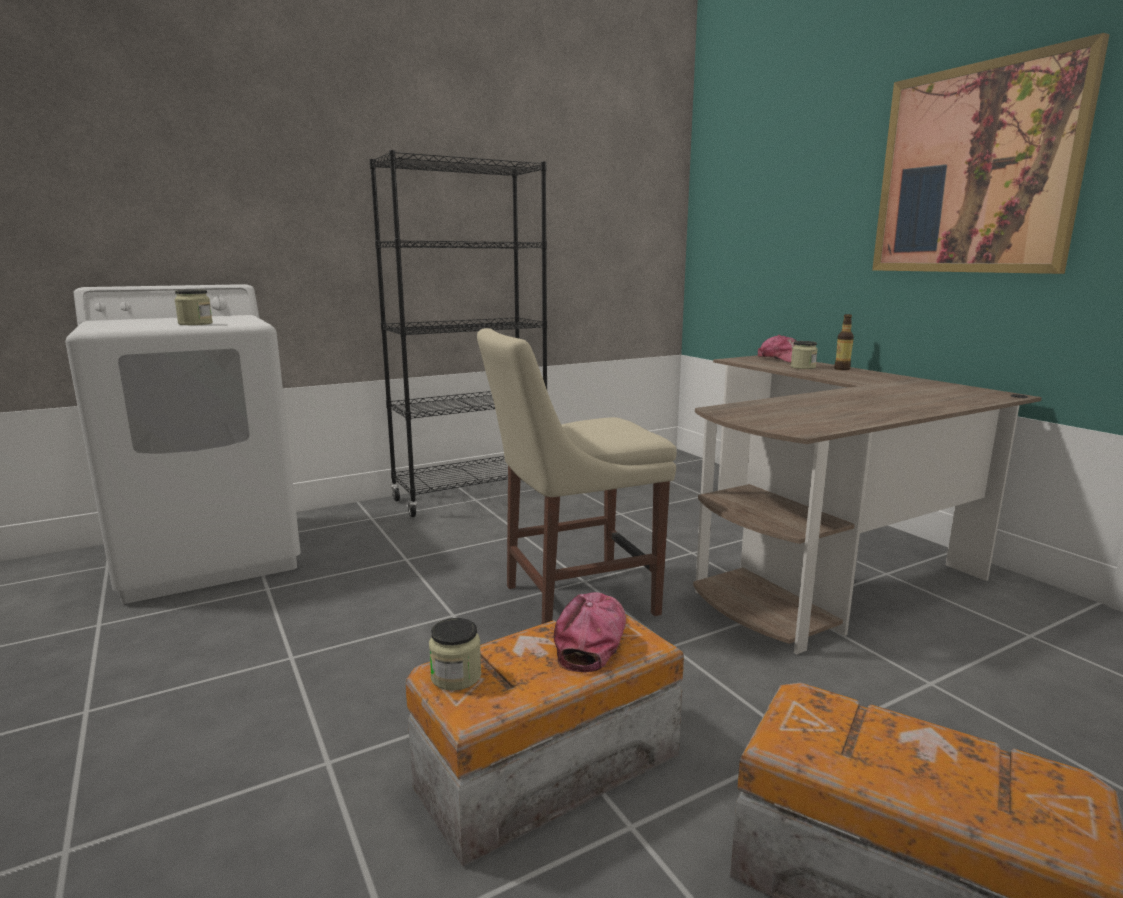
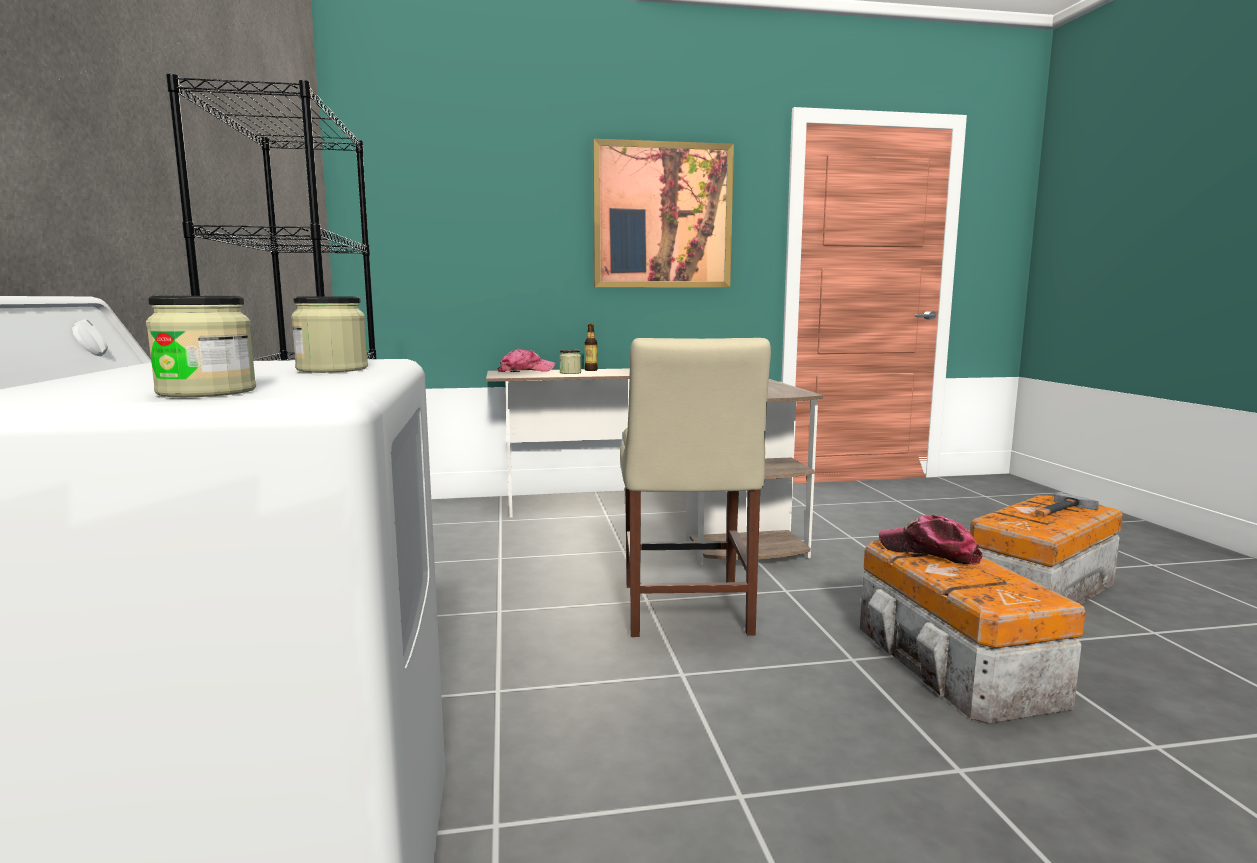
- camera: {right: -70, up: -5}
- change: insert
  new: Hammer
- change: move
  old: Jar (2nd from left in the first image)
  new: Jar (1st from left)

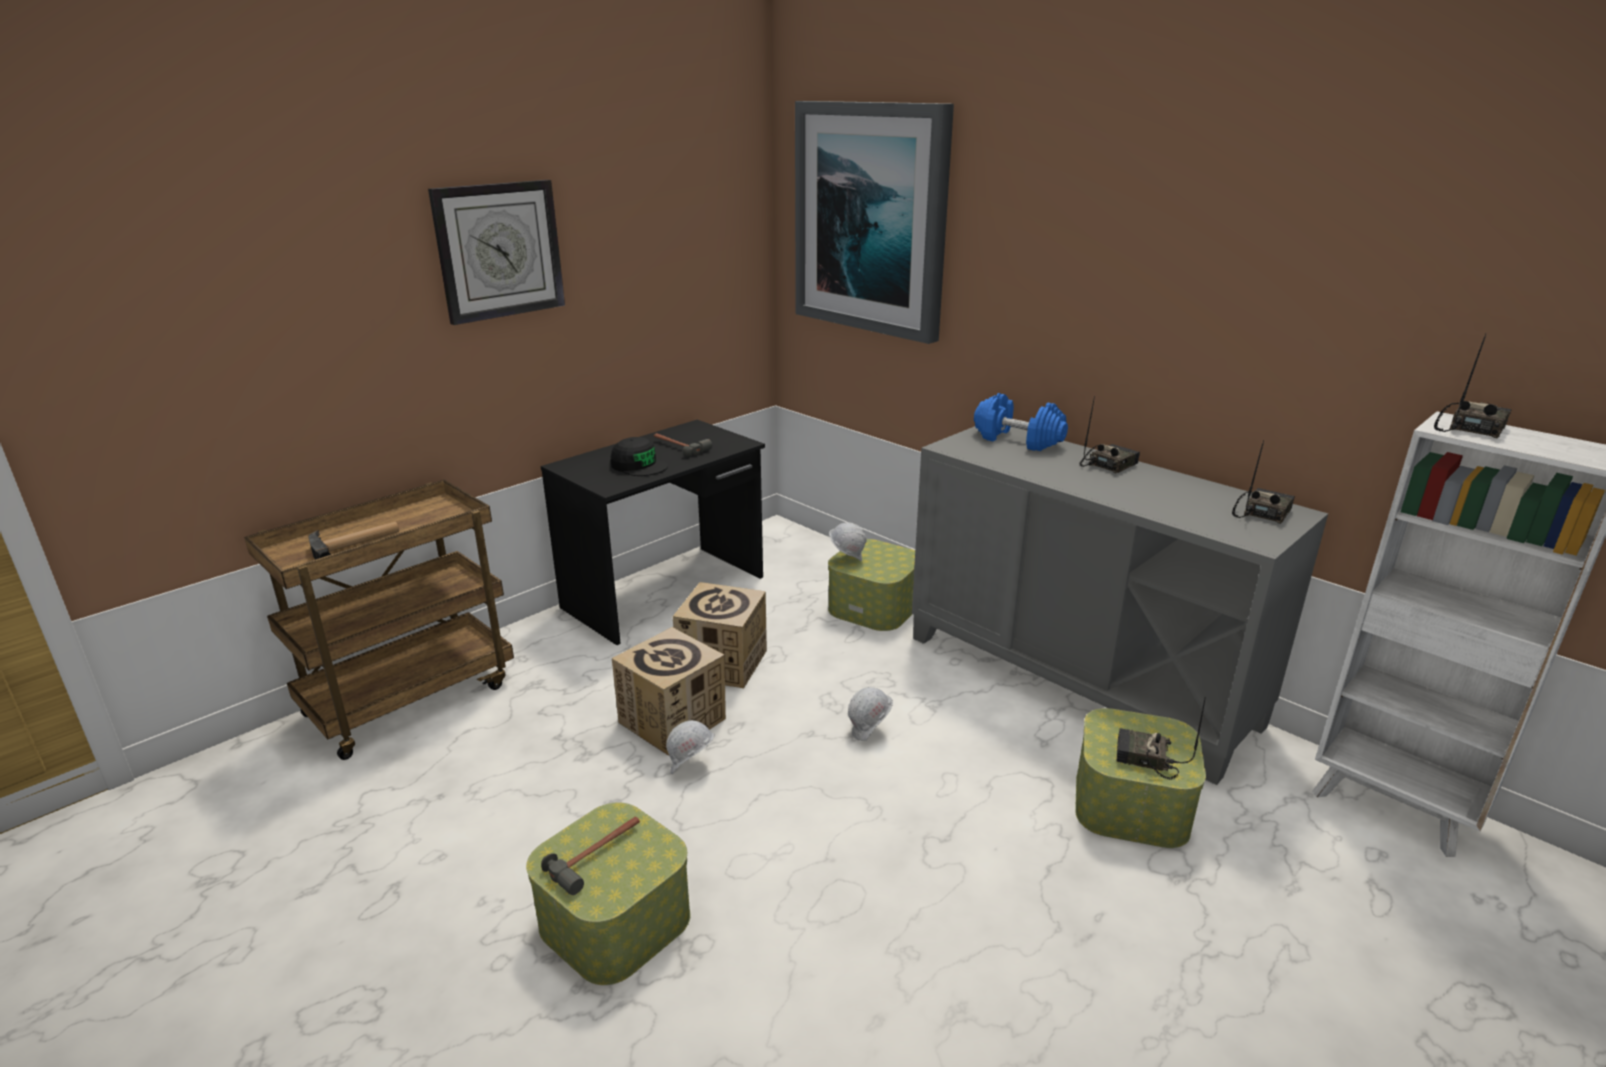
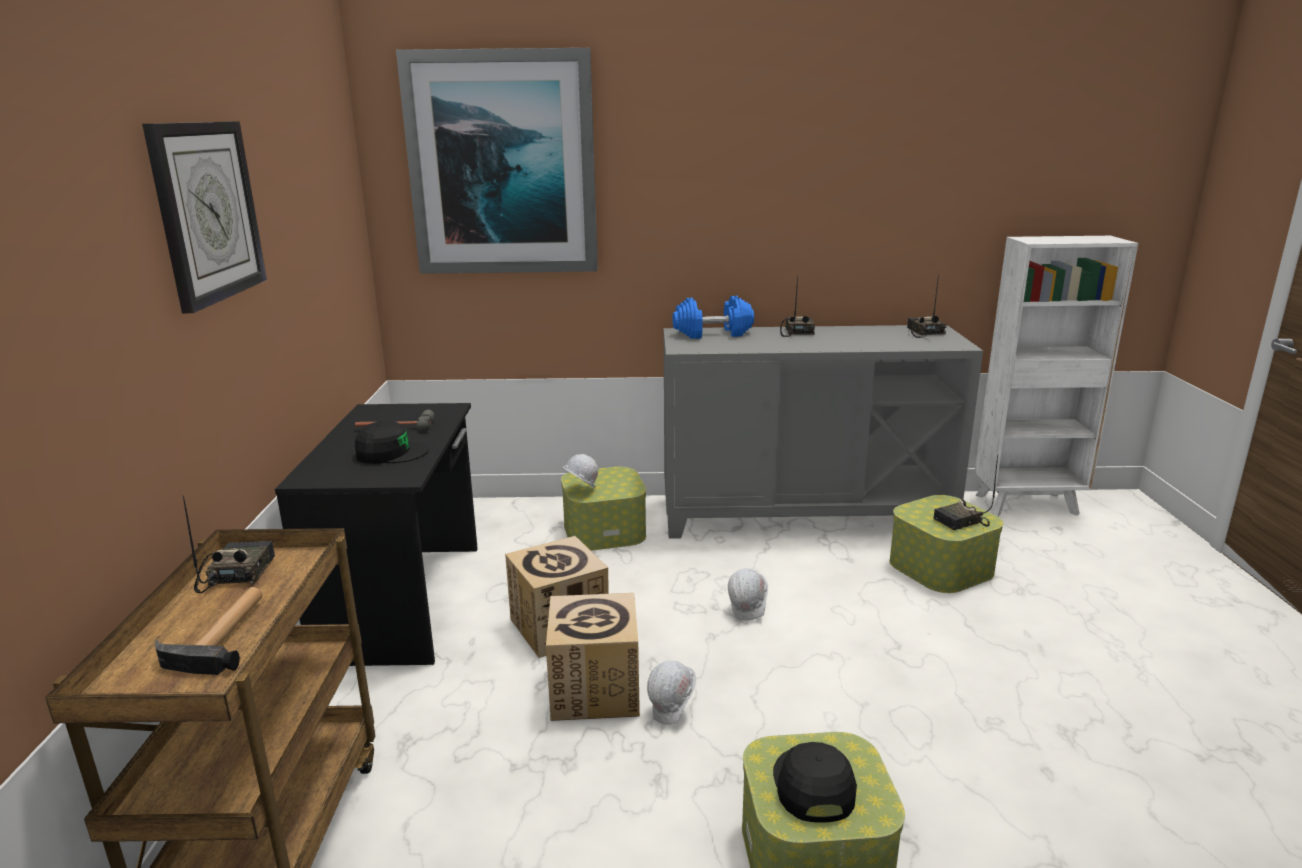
- camera: {right: -45, up: -5}
- change: move
  old: Radio (4th from left in the first image)
  new: Radio (1st from left)
- change: replace
  old: Hammer (2nd from left)
  new: BlackCap (2nd from left)

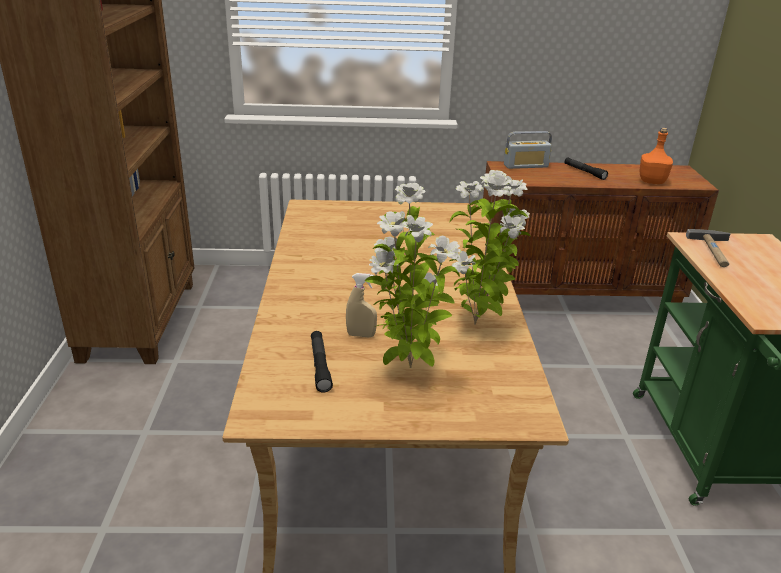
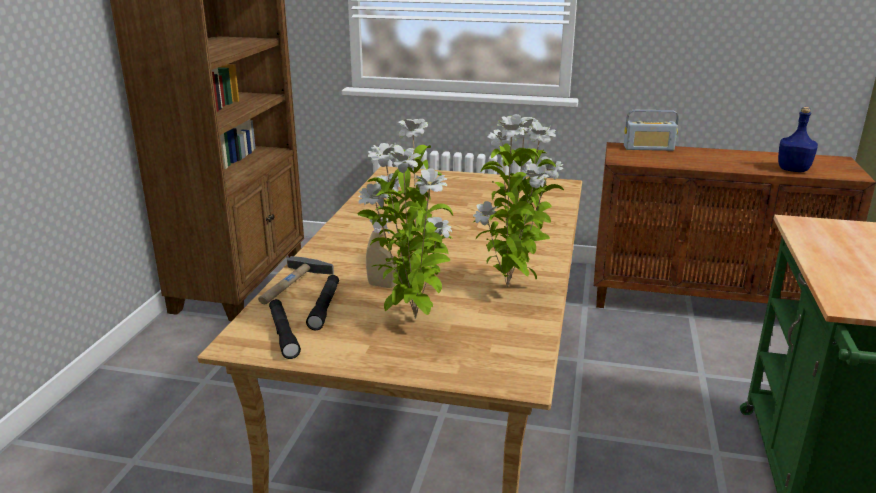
- camera: {right: 15, up: -5}
- change: move
  old: BlackFlashlight (2nd from left in the first image)
  new: BlackFlashlight (1st from left)
- change: move
  old: Hammer
- change: recolor
  old: OrangeBottle
  new: BlueBottle

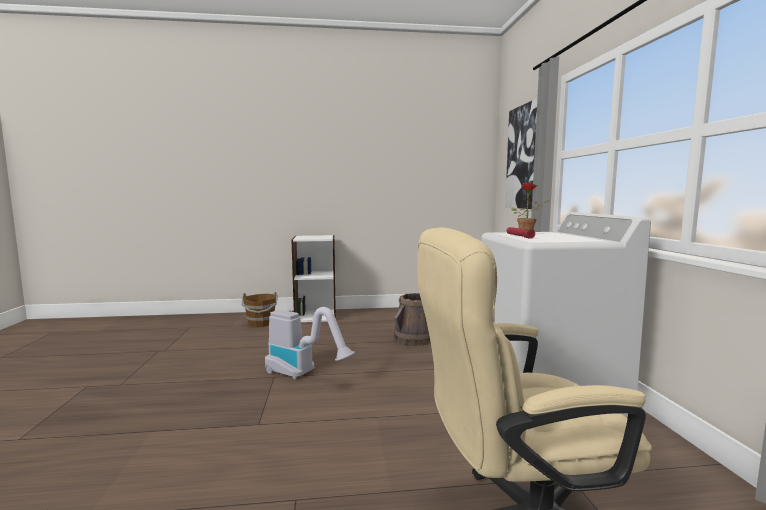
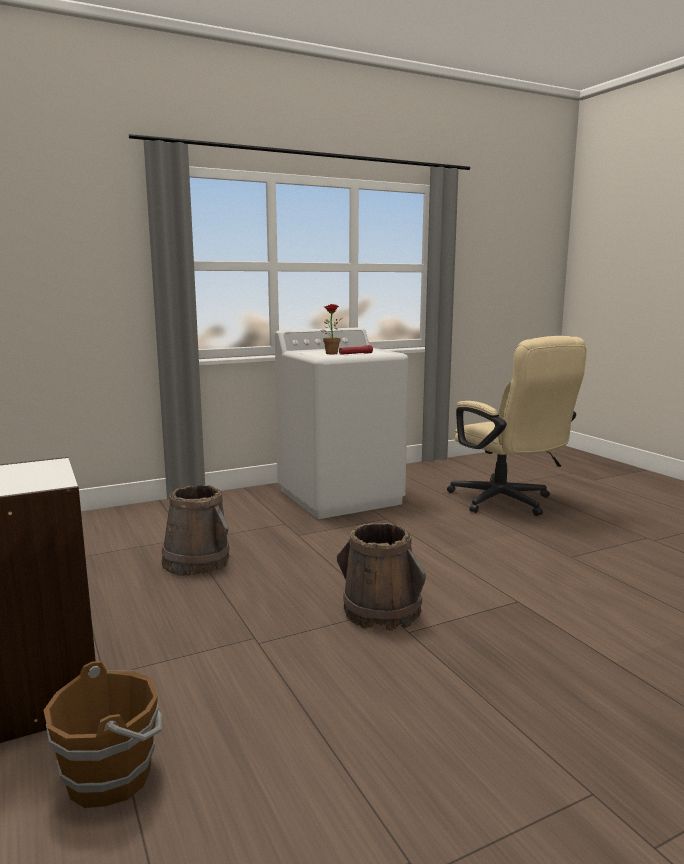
- camera: {right: -110, up: 5}
- change: delete
  old: Picture
- change: replace
  old: VacuumCleaner
  new: BrownBucket (3rd from left)

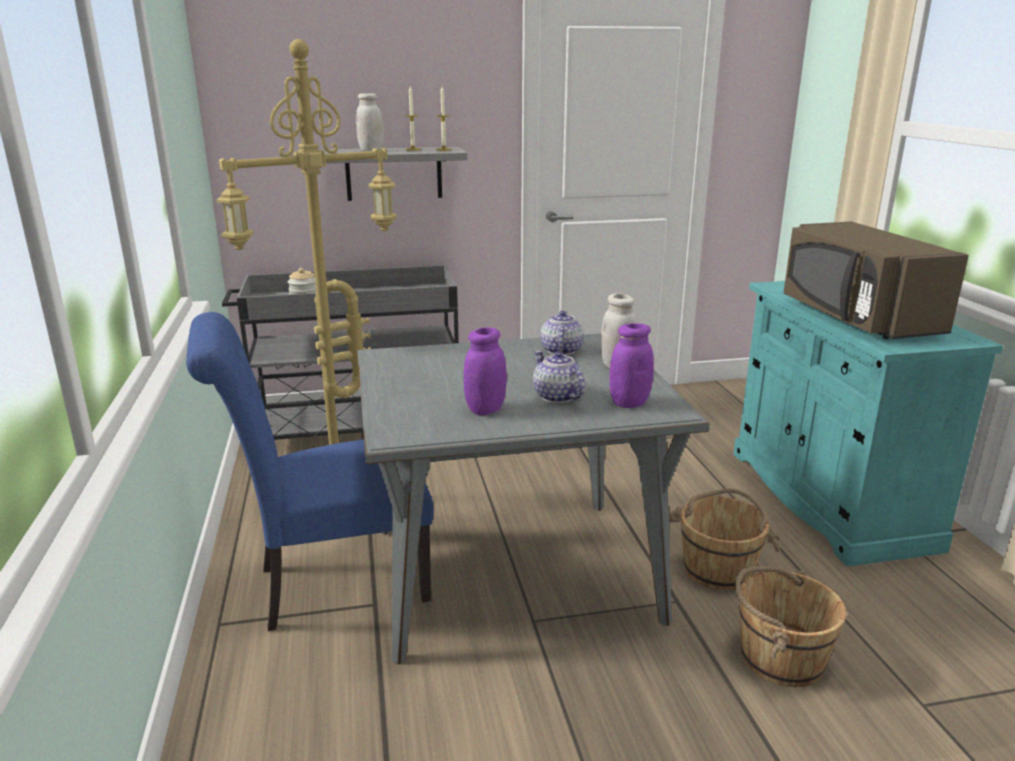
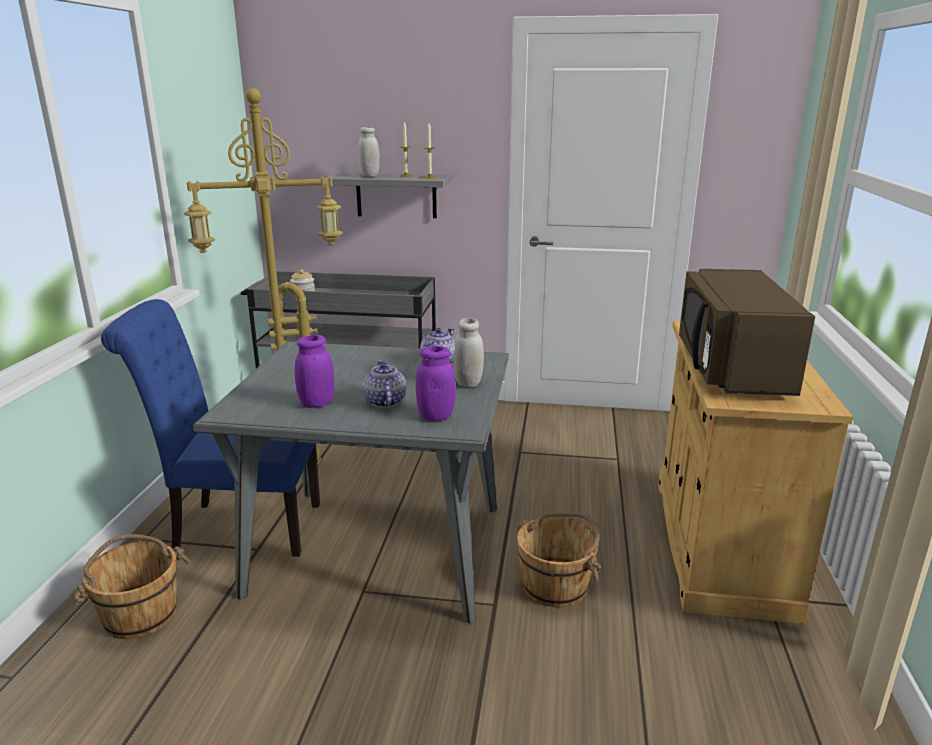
- camera: {right: 20, up: 0}
- change: move
  old: BrownBucket (2nd from left in the first image)
  new: BrownBucket (1st from left)
- change: recolor
  old: TurquoiseCabinet
  new: BeigeCabinet

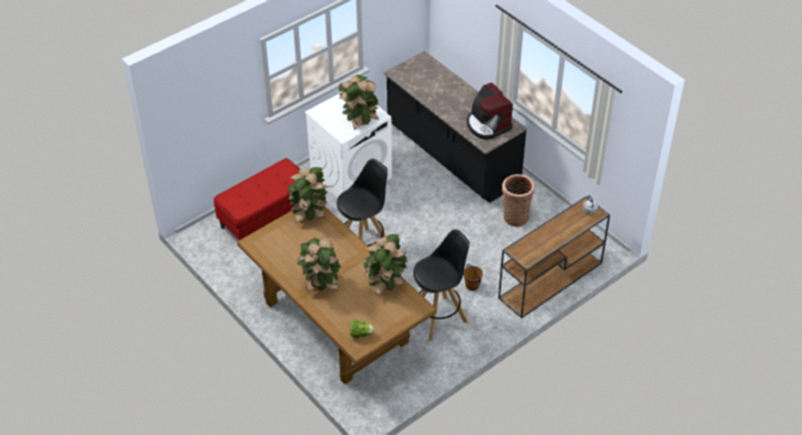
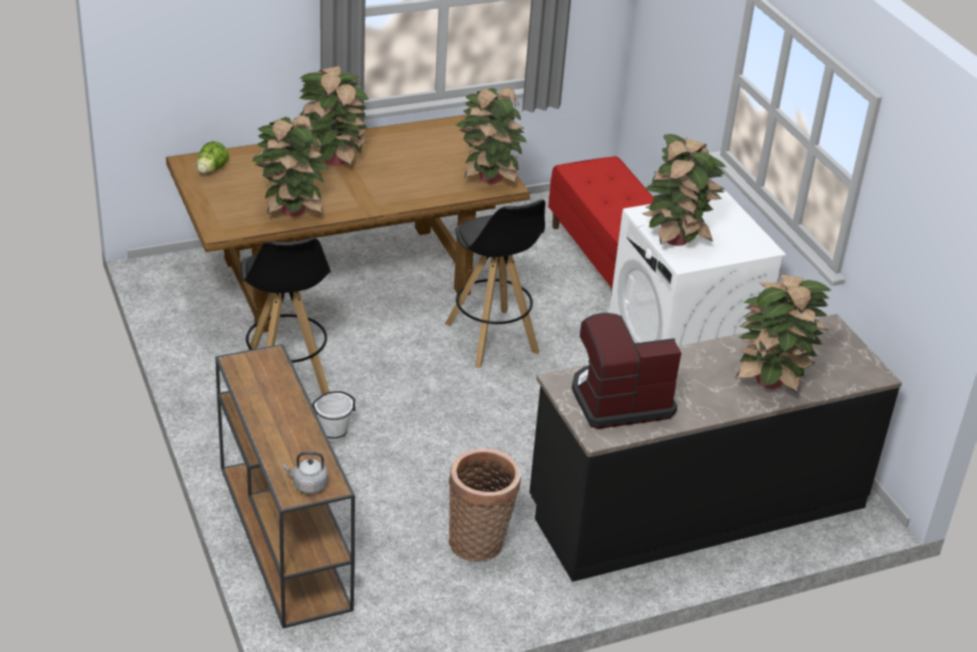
- camera: {right: 105, up: -10}
- change: insert
  new: PottedPlant (5th from left)
- change: recolor
  old: BrownBucket
  new: WhiteBucket

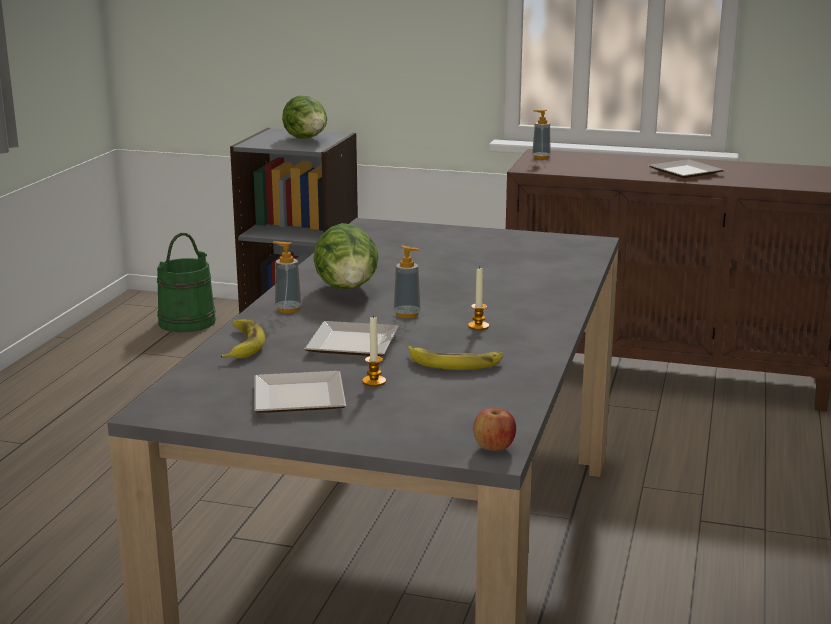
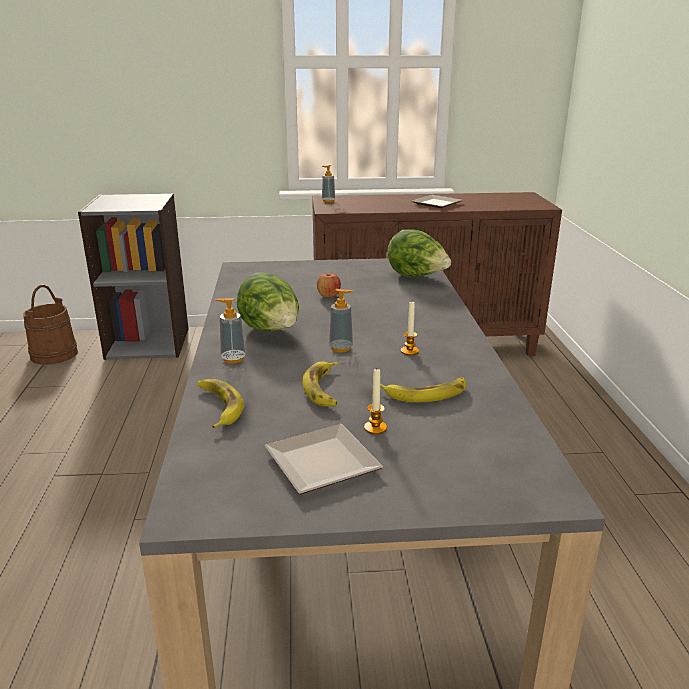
- camera: {right: -20, up: 5}
- change: move
  old: Lettuce (1st from left in the first image)
  new: Lettuce (2nd from left)
- change: move
  old: Apple
- change: replace
  old: Plate (2nd from left)
  new: Banana (2nd from left)
- change: recolor
  old: GreenBucket
  new: BrownBucket

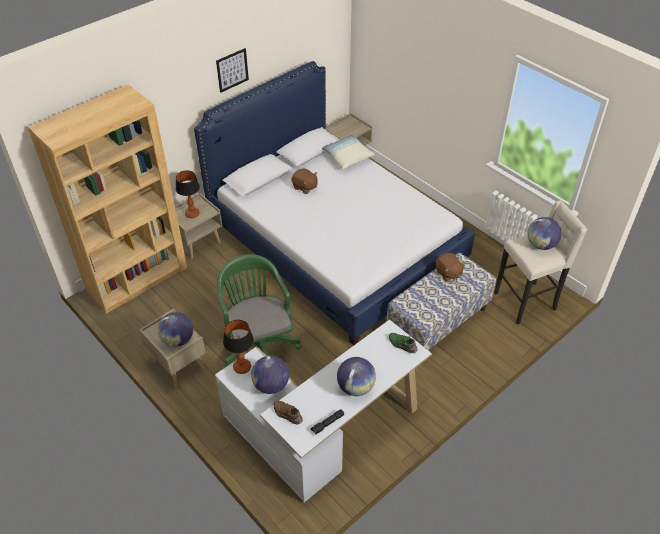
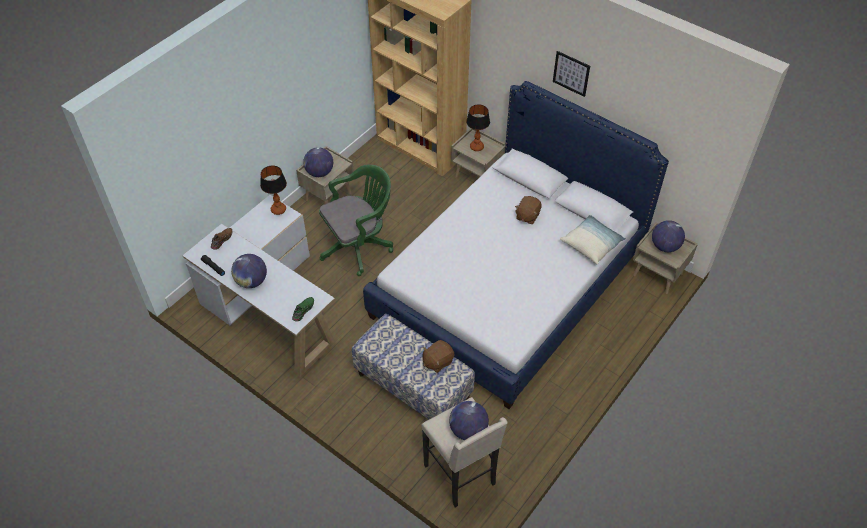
- camera: {right: 80, up: 5}
- change: move
  old: Globe (2nd from left in the first image)
  new: Globe (4th from left)

